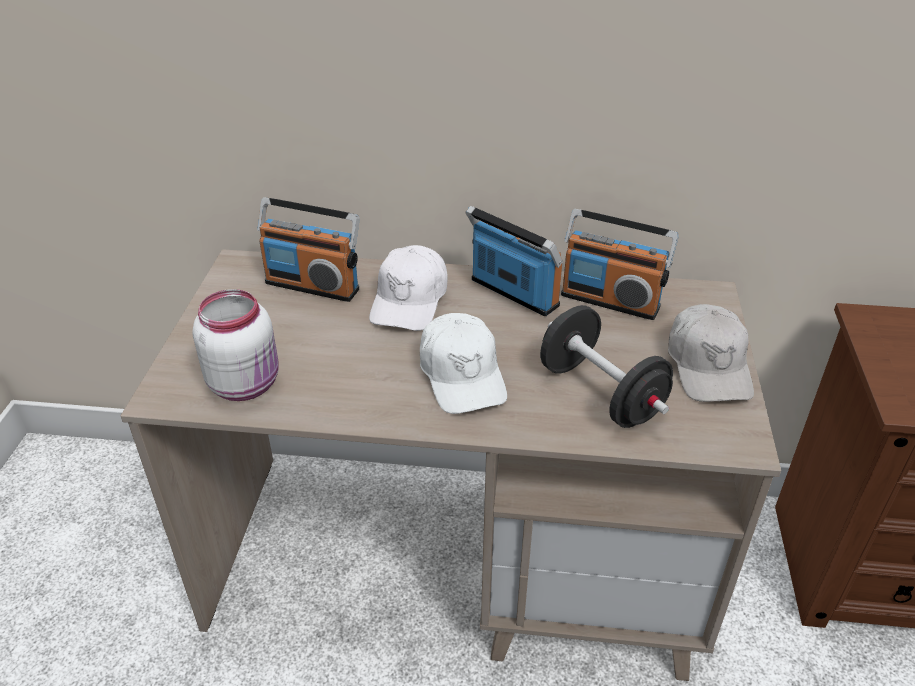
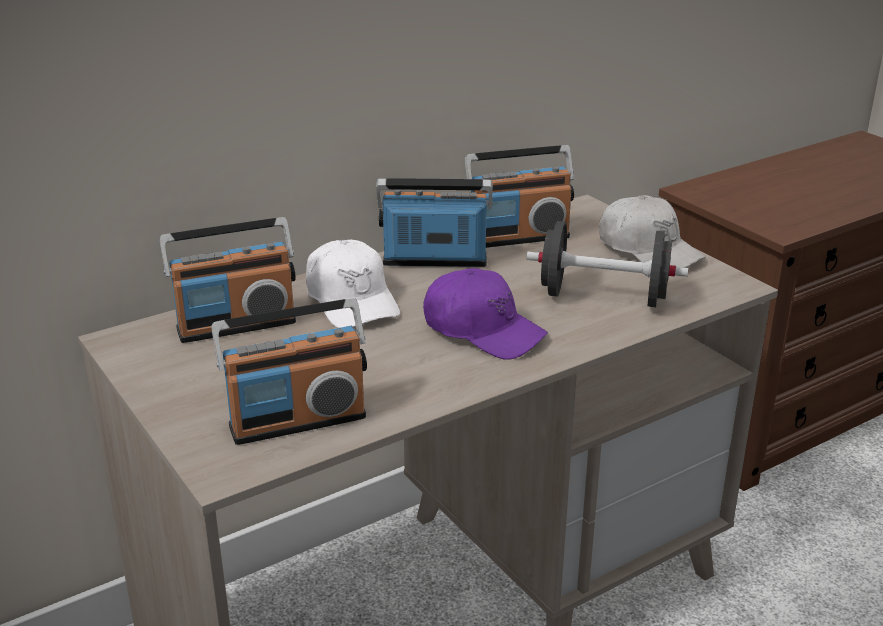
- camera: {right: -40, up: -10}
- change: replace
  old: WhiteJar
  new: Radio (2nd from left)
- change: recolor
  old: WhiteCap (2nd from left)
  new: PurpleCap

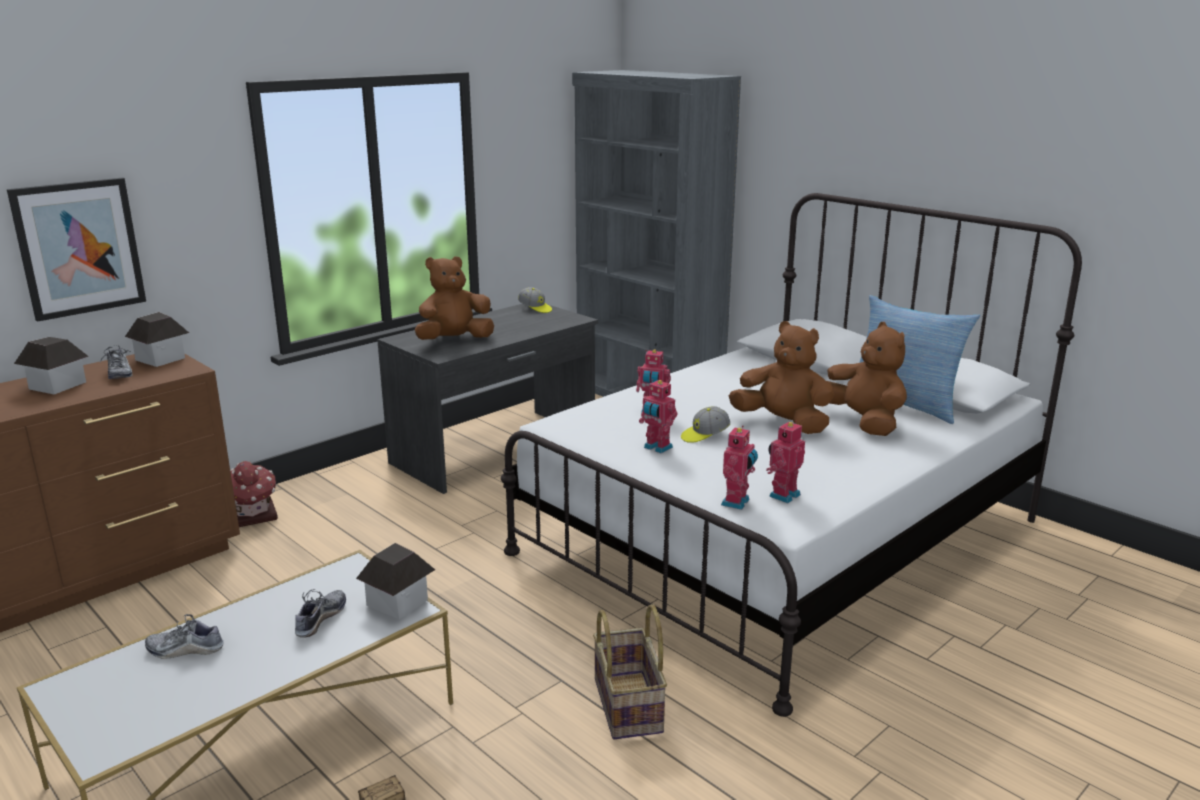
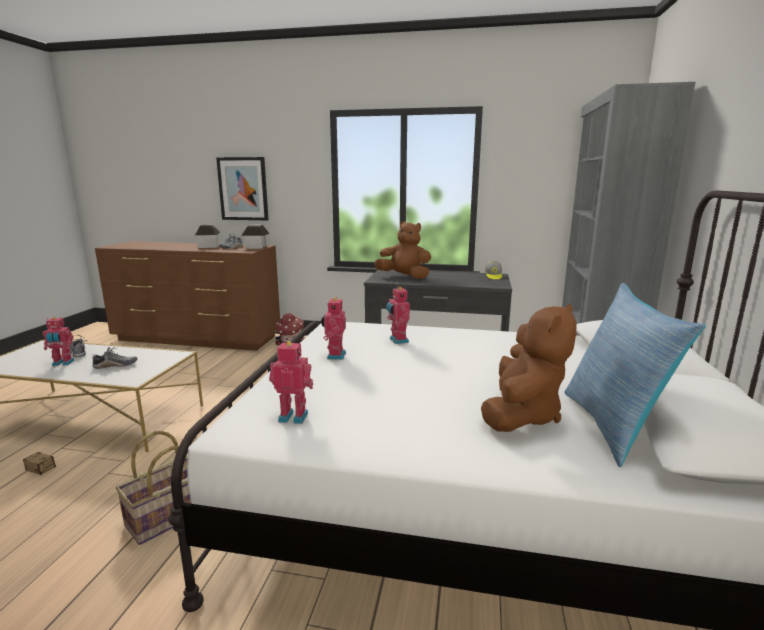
- camera: {right: 55, up: -5}
- change: delete
  old: ToyHouse (4th from left)
- change: delete
  old: Cap (2nd from left)
- change: delete
  old: BrownPlushToy (2nd from left)
- change: move
  old: ToyRobot (3rd from left in the first image)
  new: ToyRobot (1st from left)

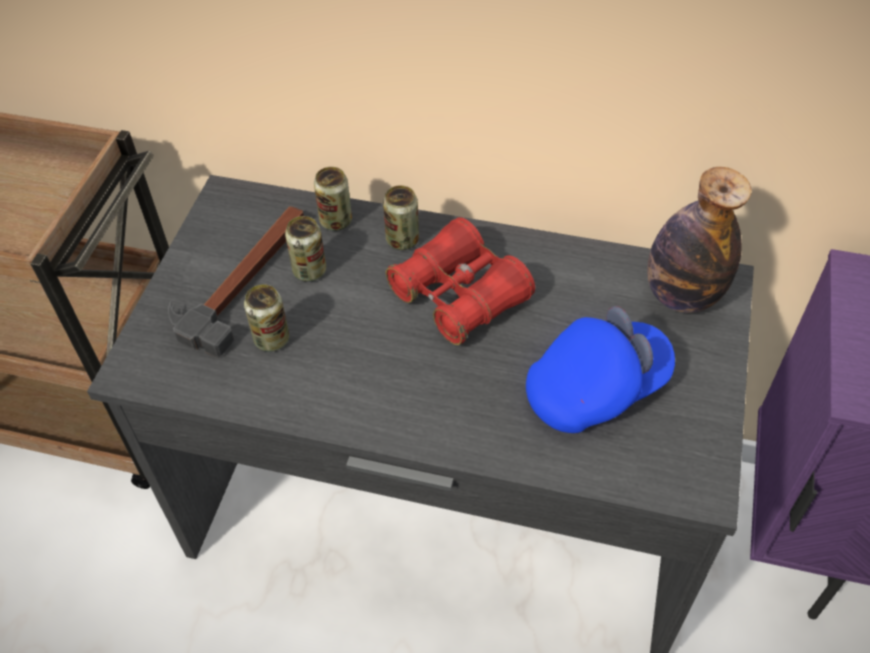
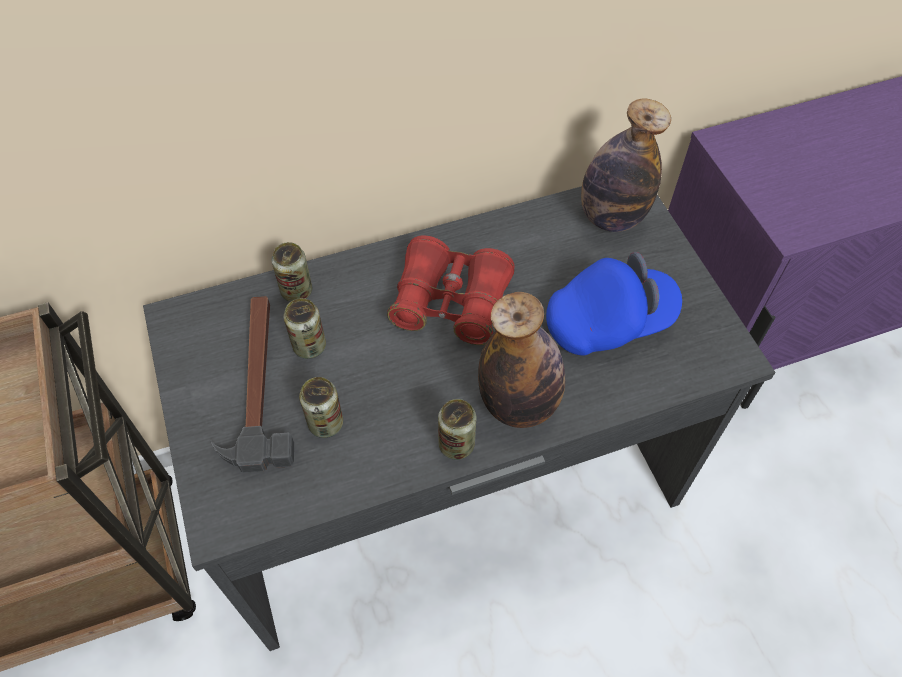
- camera: {right: -35, up: 5}
- change: insert
  new: Bottle (1st from left)
- change: move
  old: Can (4th from left)
- change: rotate
  old: BlueCap
  degrees: 45

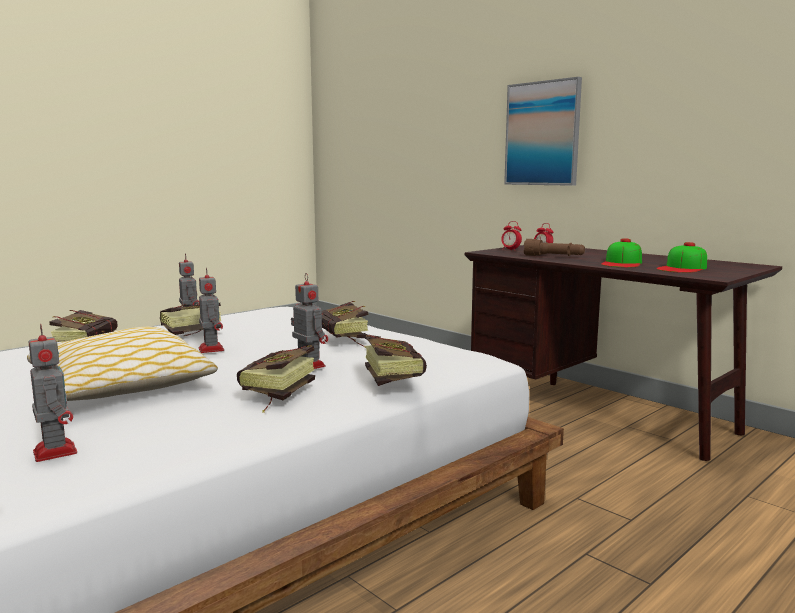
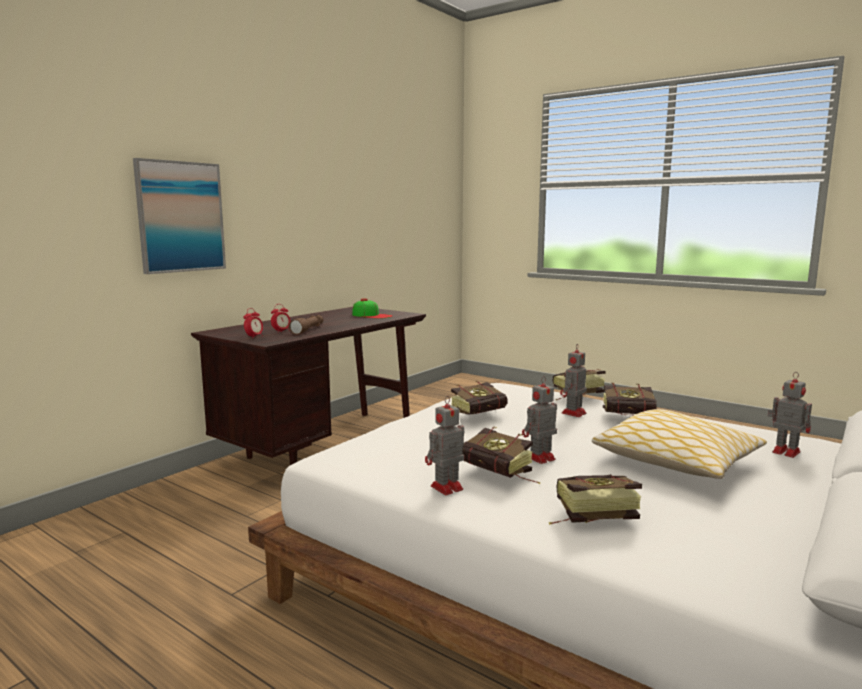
- camera: {right: -100, up: 0}
- change: delete
  old: Cap (1st from left)
- change: rotate
  old: ToyRobot (1st from left in the first image)
  degrees: 90

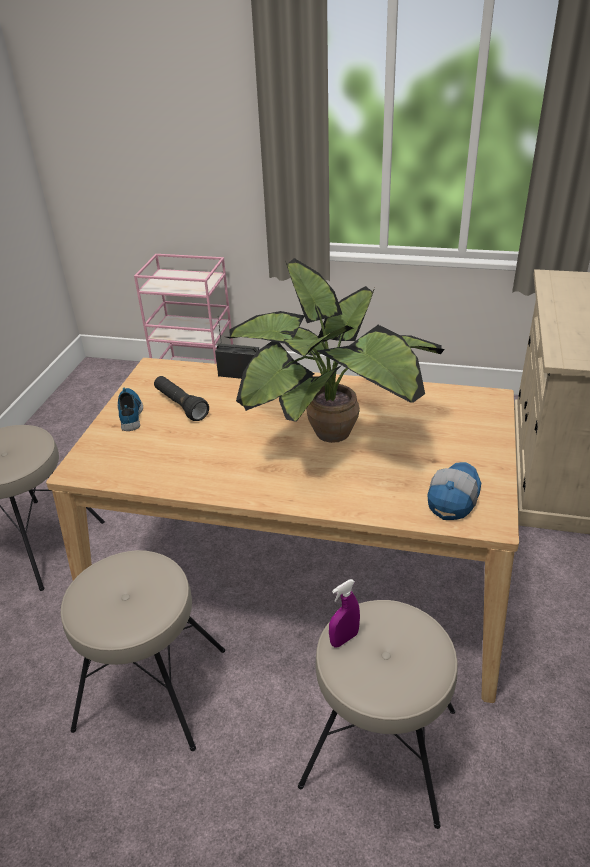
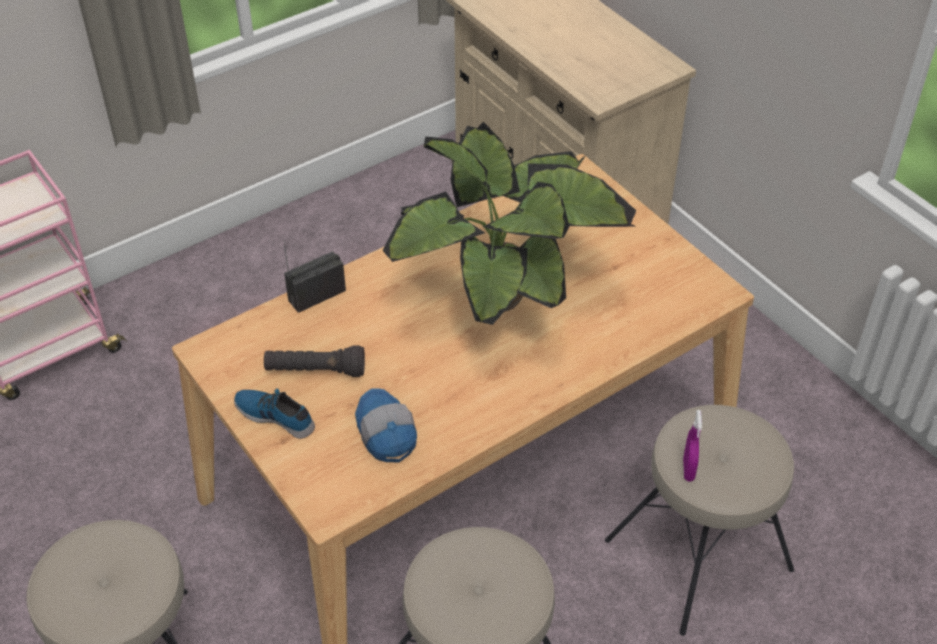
- camera: {right: -50, up: 10}
- change: move
  old: Cap

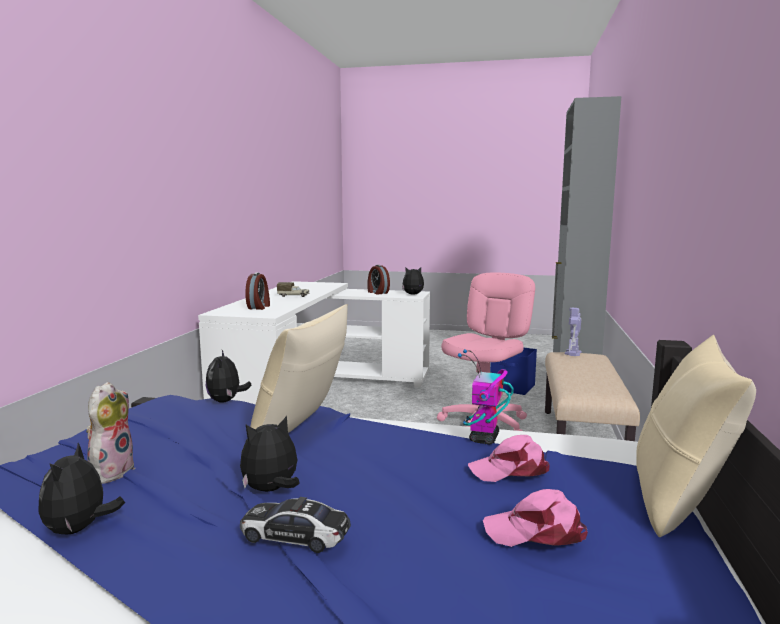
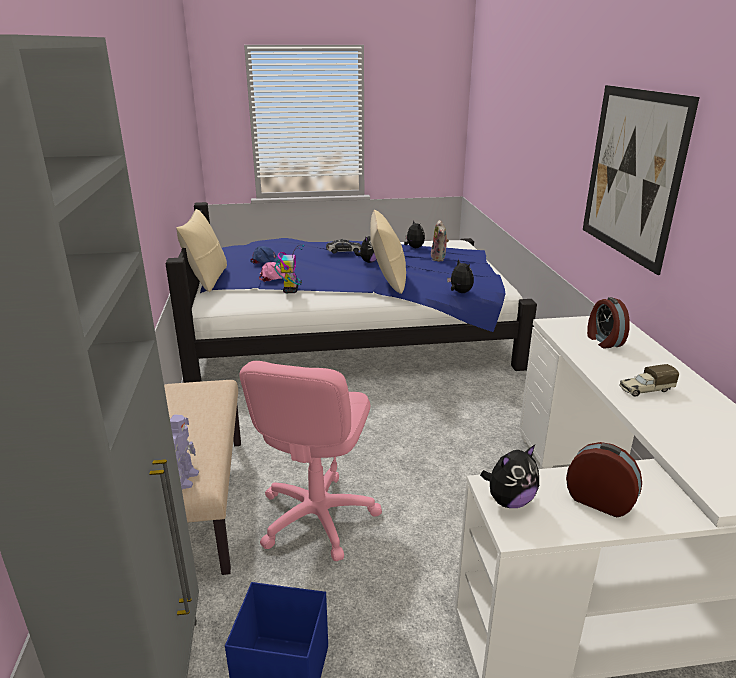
- camera: {right: 160, up: 15}
- change: insert
  new: Picture
- change: recolor
  old: PinkCap (2nd from left)
  new: BlueCap

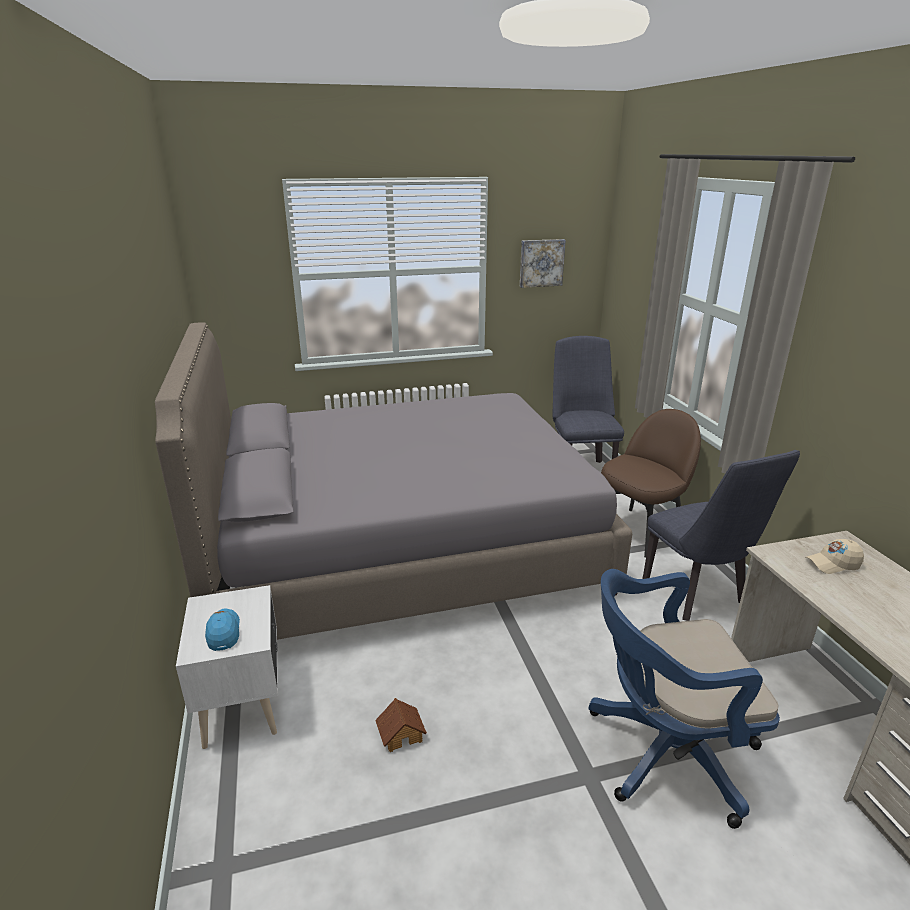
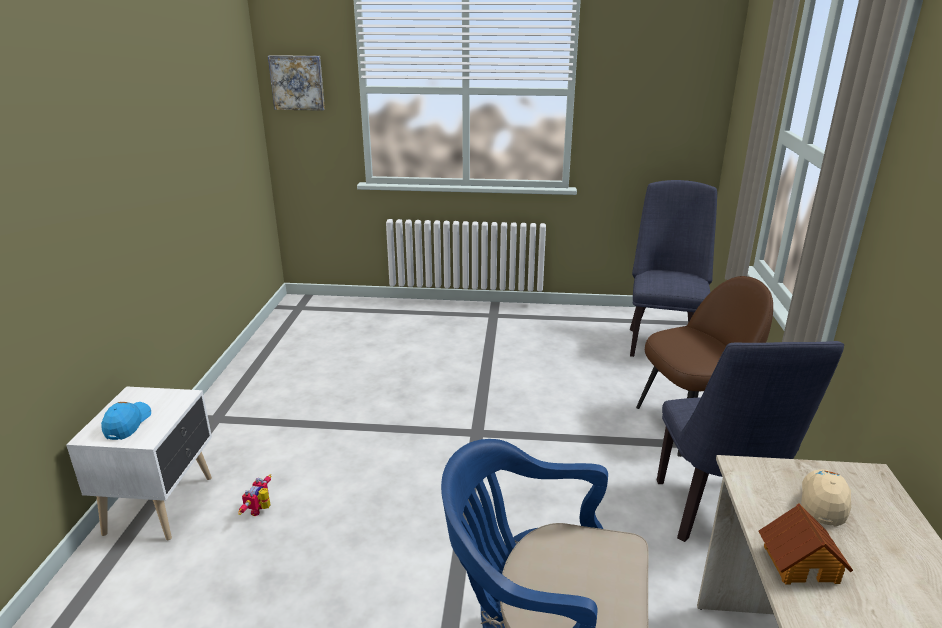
- camera: {right: 20, up: 0}
- change: delete
  old: GreyBed
- change: insert
  new: ToyRobot
- change: move
  old: ToyHouse
- change: move
  old: Picture
- change: rotate
  old: BeigeCap
  degrees: 105

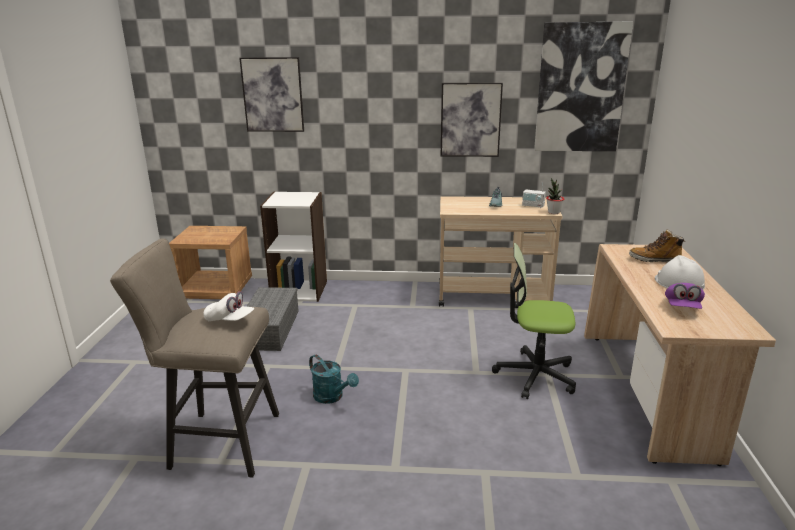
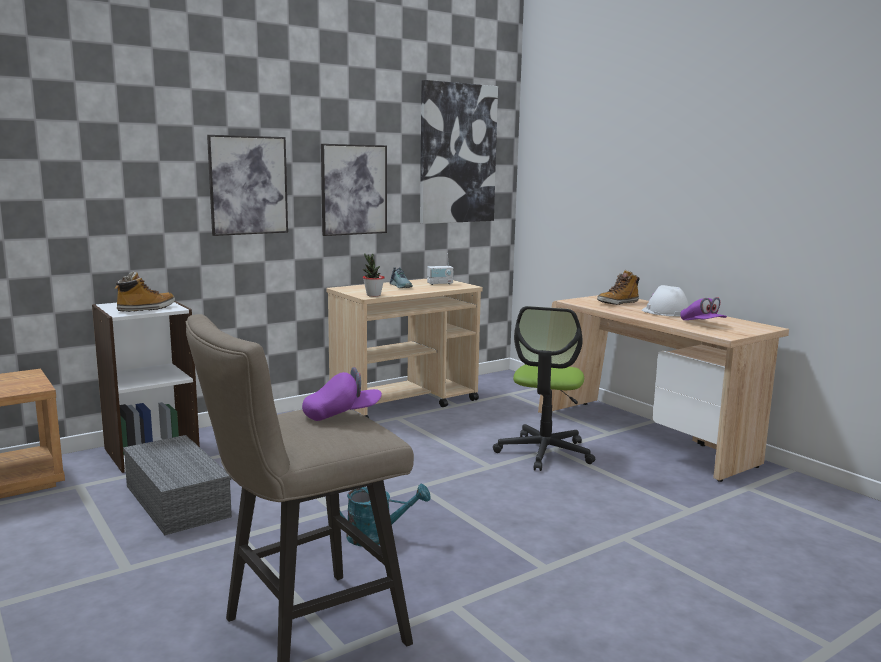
- camera: {right: -40, up: -10}
- change: insert
  new: Boot (1st from left)
- change: move
  old: Picture (1st from left)
- change: move
  old: PottedPlant
- change: recolor
  old: WhiteCap
  new: PurpleCap (1st from left)
- change: rotate
  old: OfficeChair
  degrees: -45

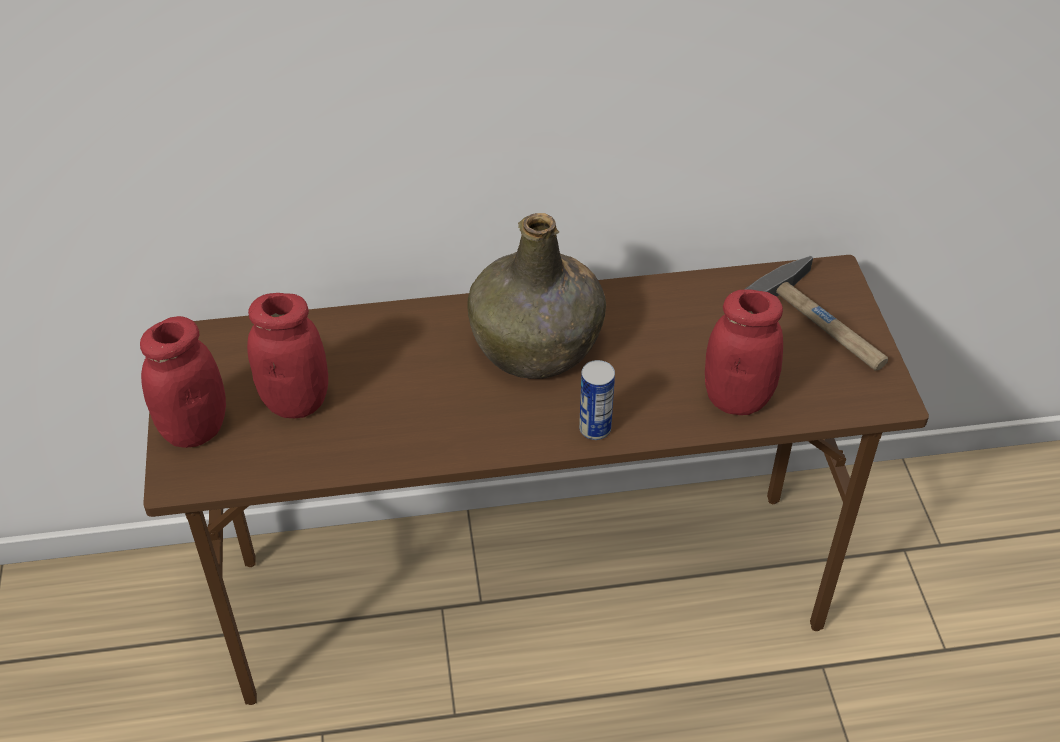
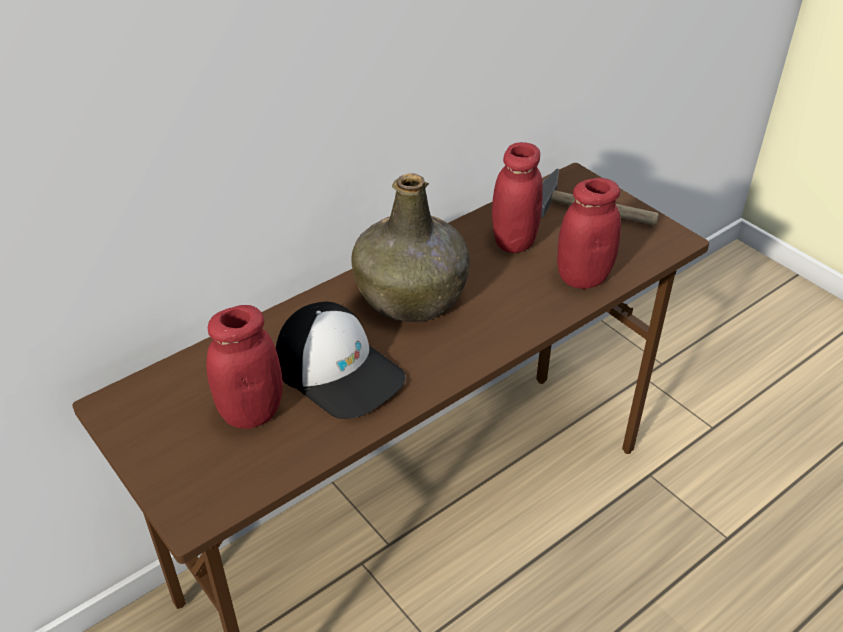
- camera: {right: -30, up: -5}
- change: delete
  old: Can
- change: insert
  new: Cap
- change: move
  old: RedJar (1st from left in the first image)
  new: RedJar (2nd from left)

